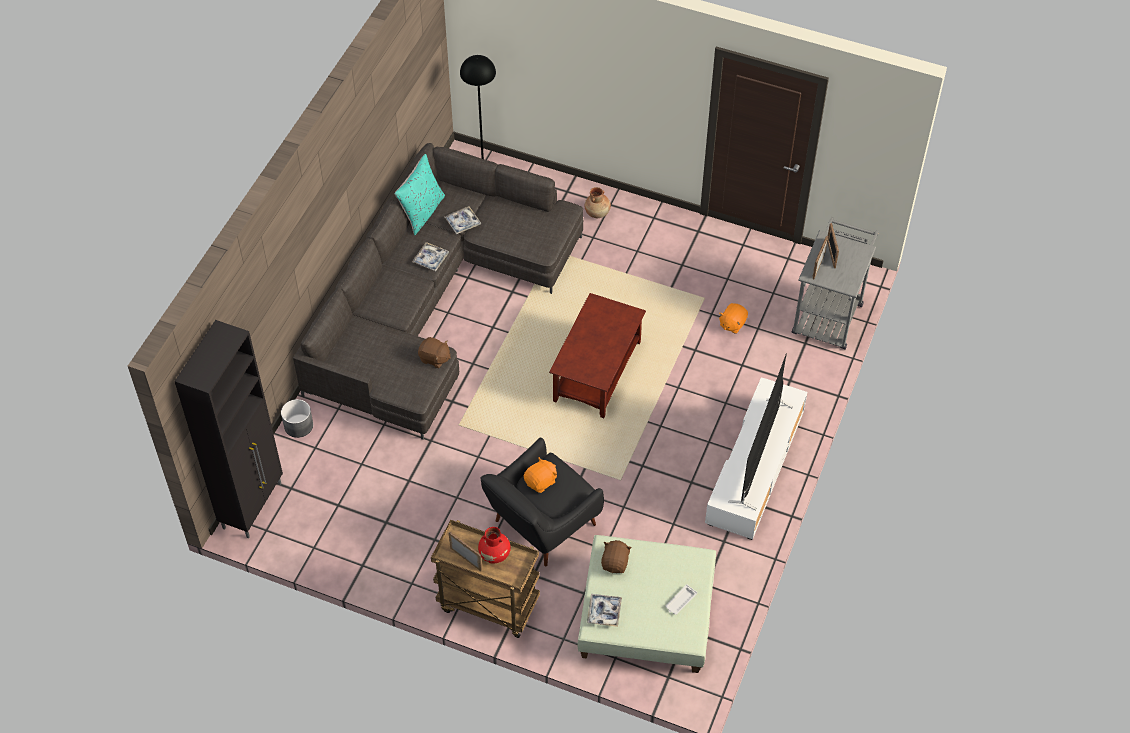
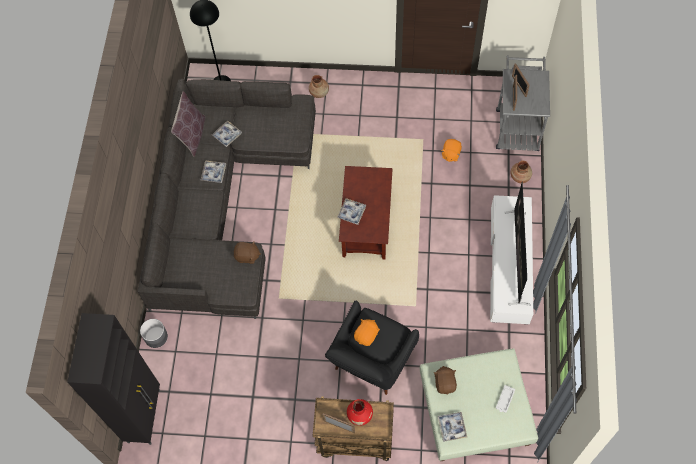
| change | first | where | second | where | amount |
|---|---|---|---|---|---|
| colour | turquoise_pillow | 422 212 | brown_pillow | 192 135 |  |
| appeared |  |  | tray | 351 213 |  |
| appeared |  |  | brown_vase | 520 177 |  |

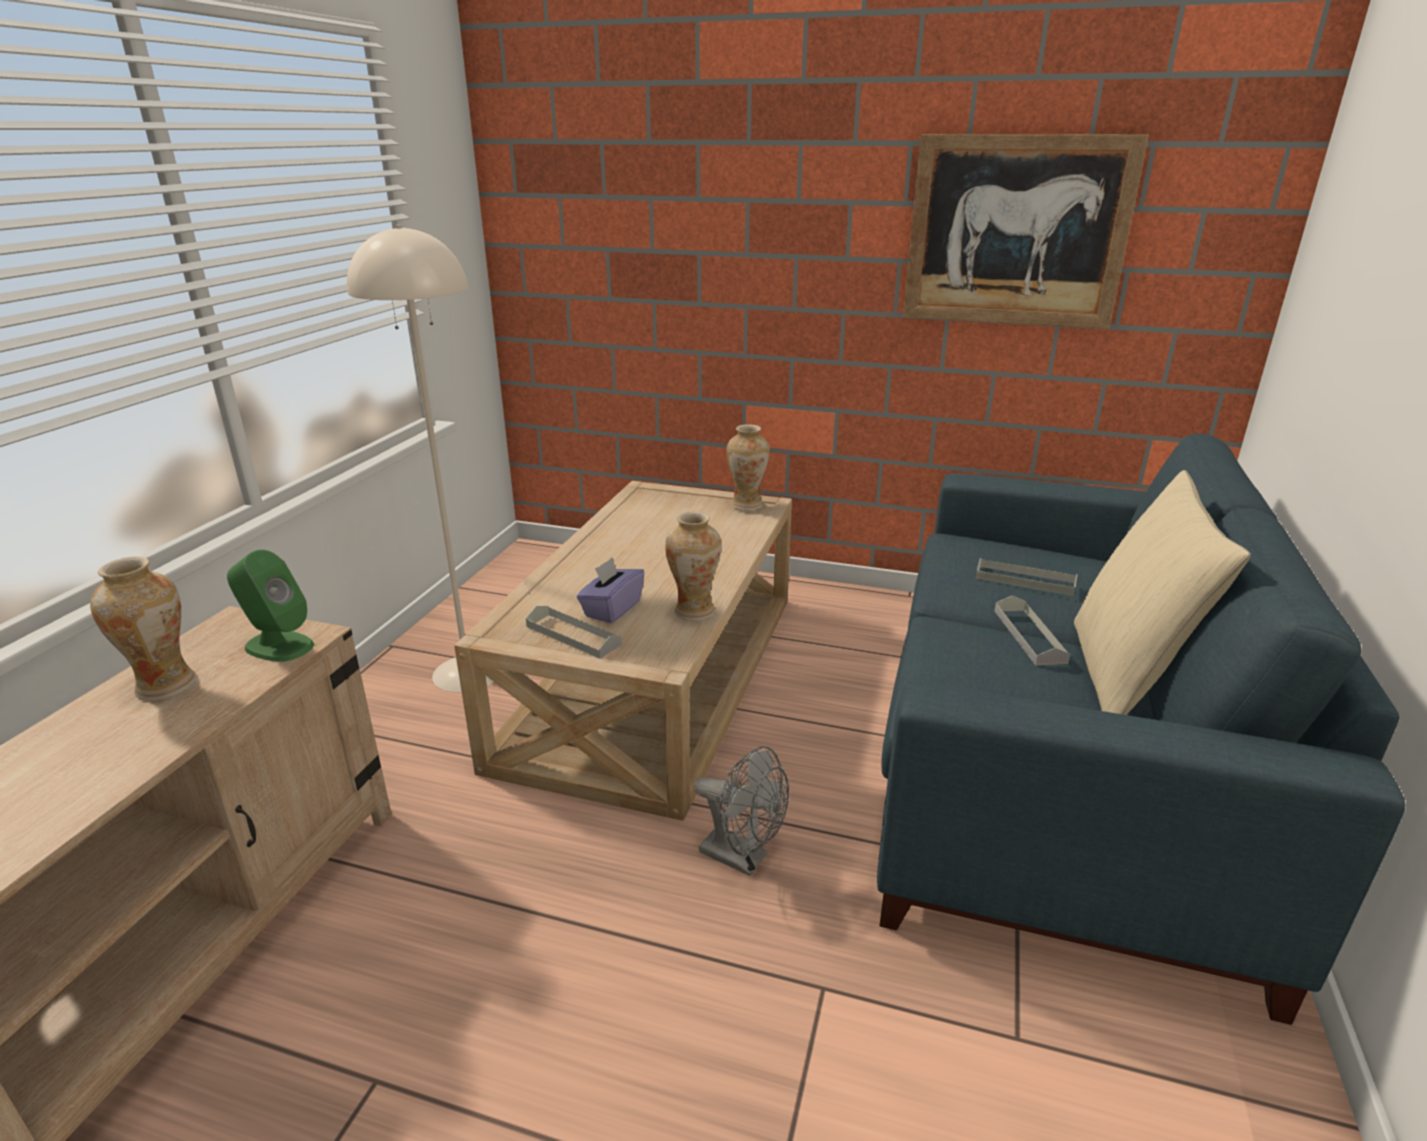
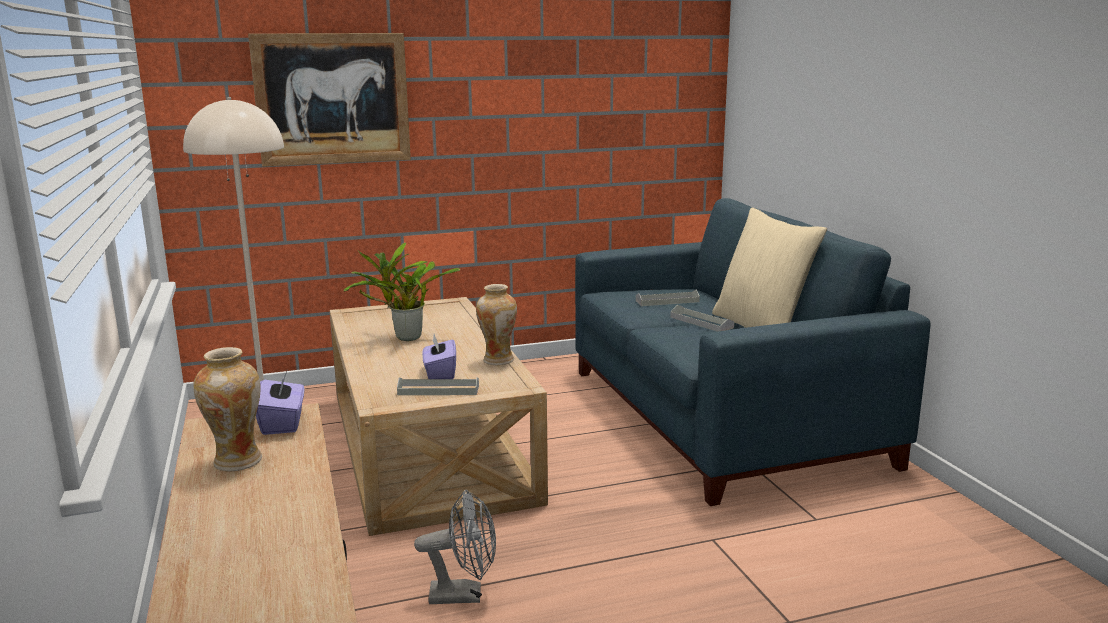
| change | first | where | second | where | amount |
|---|---|---|---|---|---|
| relocated | picture | 1016 232 |  | 332 99 |  |
| exchanged | green_speaker | 278 646 | purple_tissue_box | 283 423 |  |
| appeared |  |  | potted_plant | 404 338 |  |
| relocated | grey_fan | 743 858 |  | 464 594 |  |
| missing | vase | 746 505 |  |  |  |

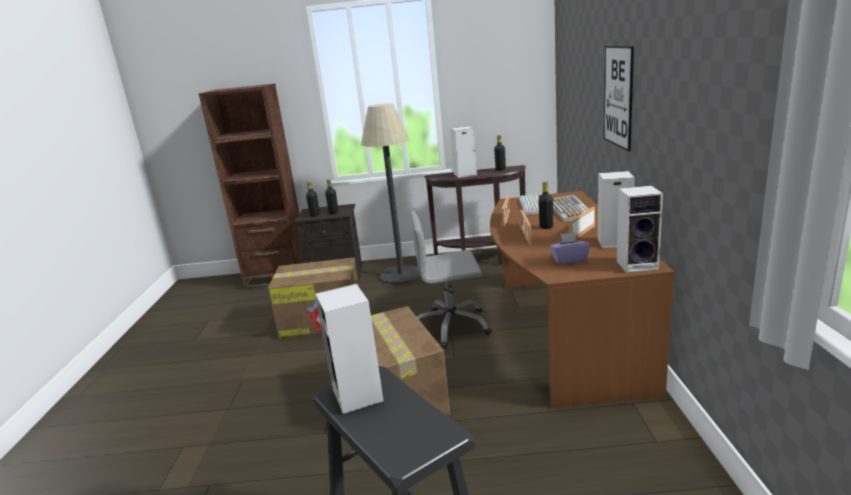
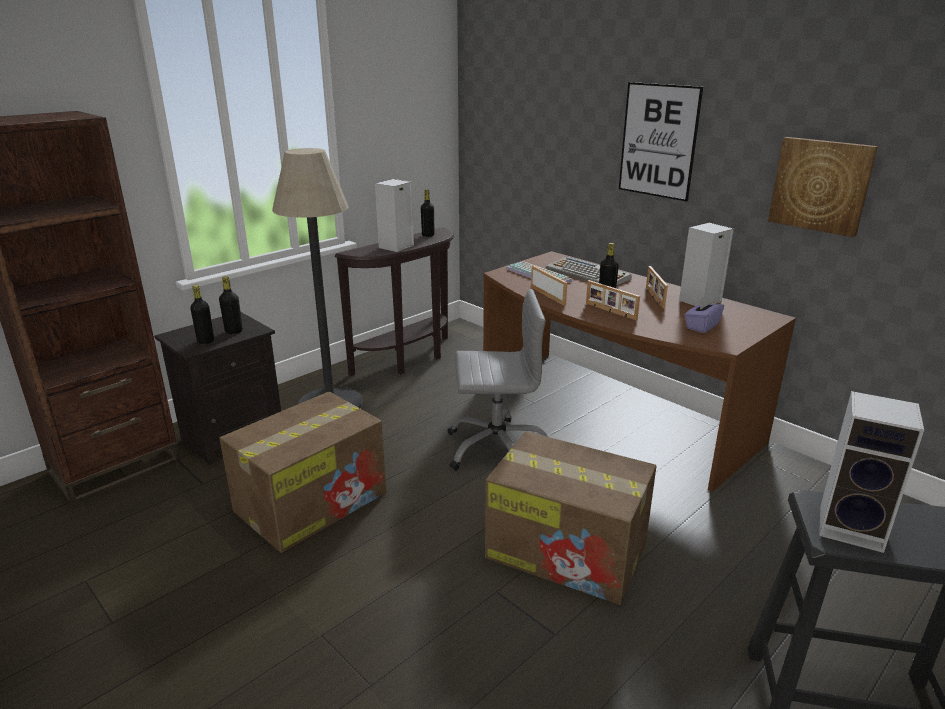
| change | first | where | second | where | amount |
|---|---|---|---|---|---|
| spun | grey_office_chair | 451 327 |  | 497 448 | 135 degrees counterclockwise |
| appeared |  |  | picture | 821 185 |  |
| missing | speaker | 638 265 |  |  |  |

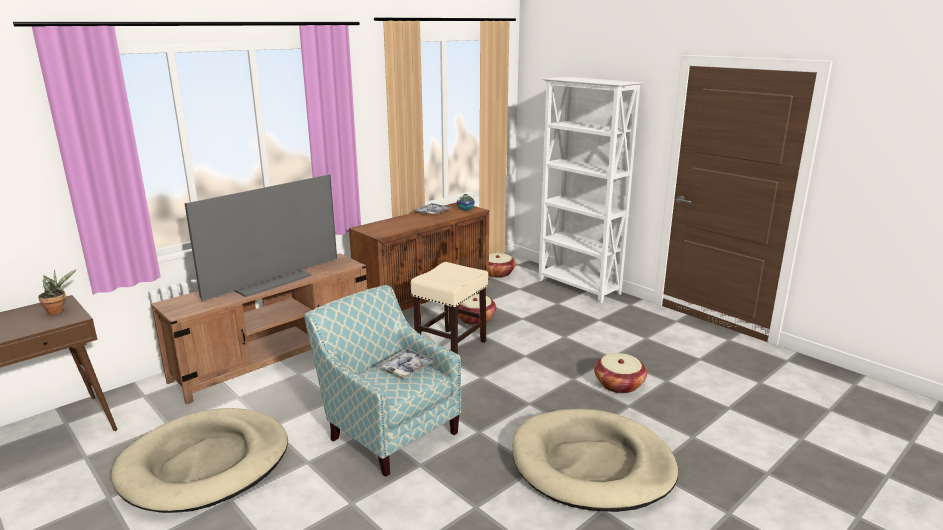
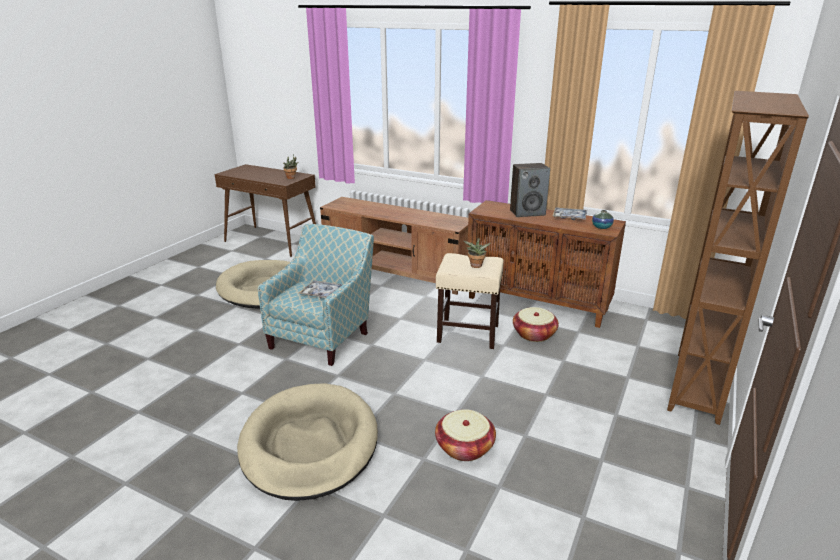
| change | first | where | second | where | amount |
|---|---|---|---|---|---|
| appeared |  |  | potted_plant | 475 266 |  |
| appeared |  |  | speaker | 527 212 |  |
| colour | white_bookcase | 578 287 | brown_bookcase | 695 386 |  |
| missing | television | 270 281 |  |  |  |
| missing | basket | 497 273 |  |  |  |

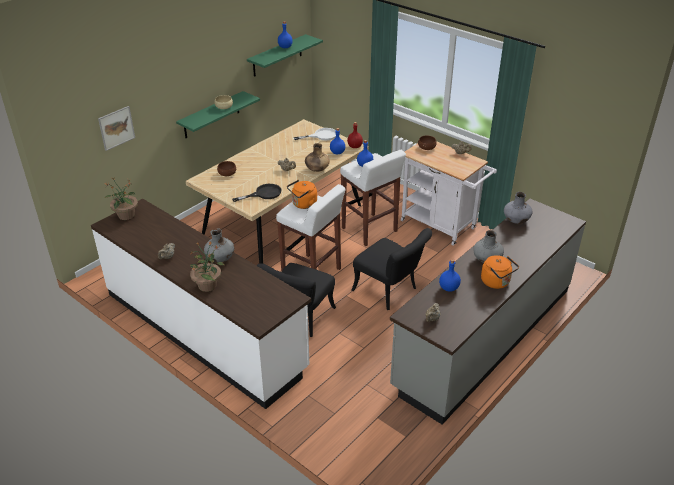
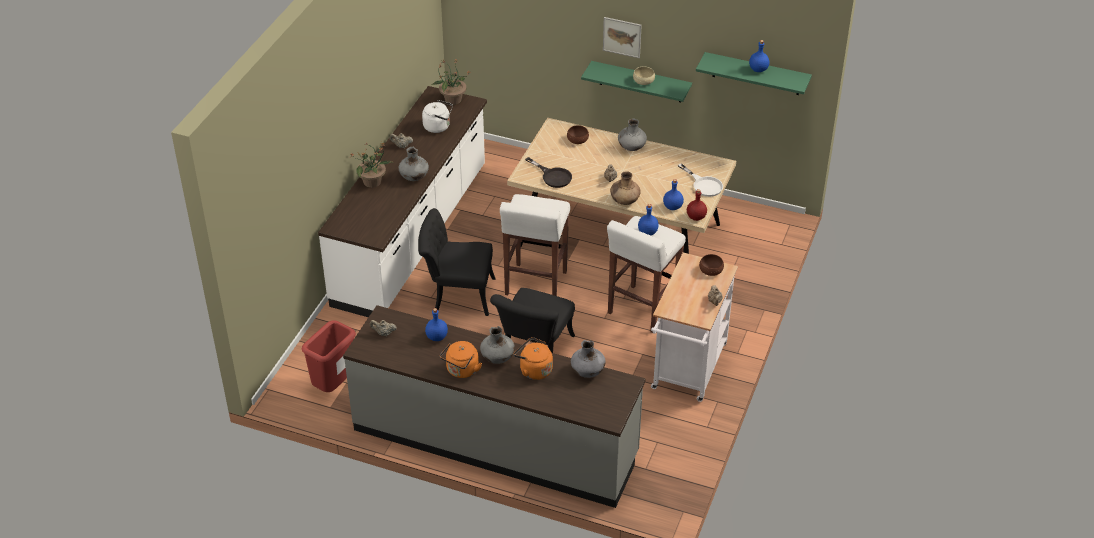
| change | first | where | second | where | amount |
|---|---|---|---|---|---|
| appeared |  |  | red_trash_can | 334 385 |  |
| appeared |  |  | white_kettle | 438 127 |  |
| relocated | orange_kettle | 303 204 |  | 534 370 |  |
| relocated | picture | 116 128 |  | 622 37 |  |
| appeared |  |  | grey_vase | 631 147 |  |

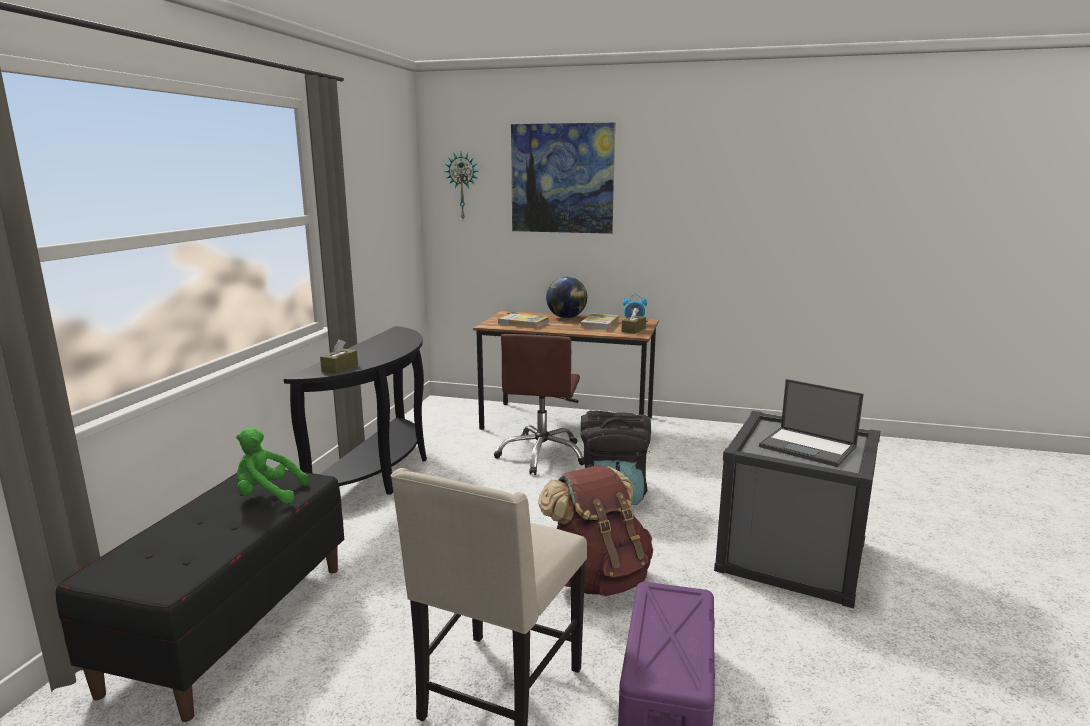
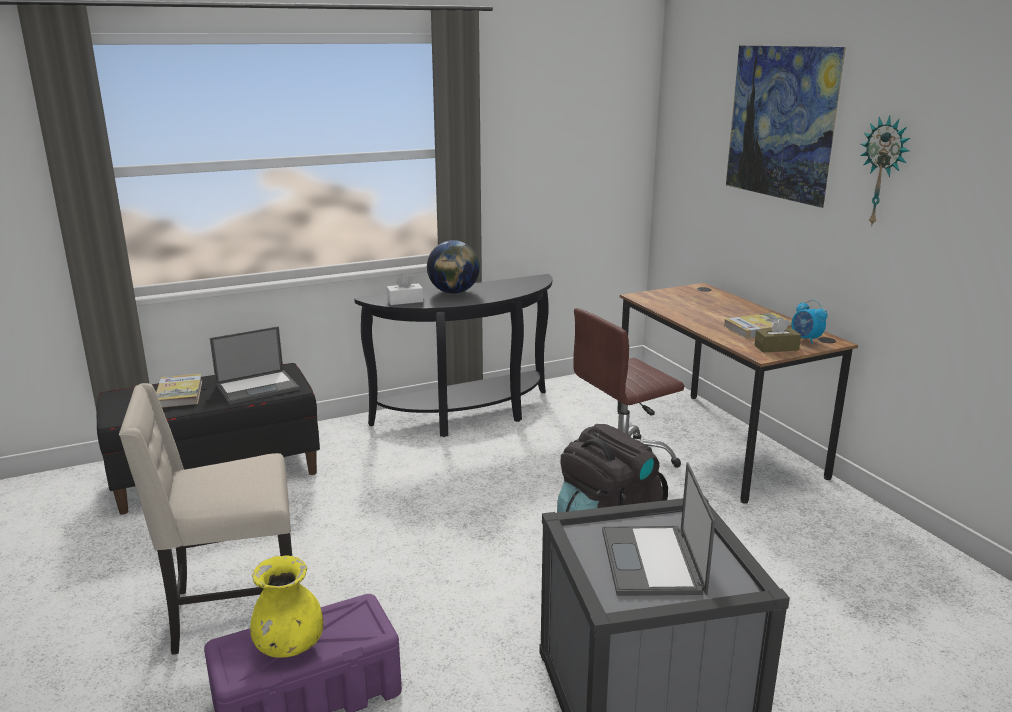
| change | first | where | second | where | amount |
|---|---|---|---|---|---|
| relocated | book | 523 323 |  | 179 394 |  |
| exchanged | green_plush_toy | 267 495 | laptop | 258 387 |  |
| appeared |  |  | yellow_vase | 289 646 |  |
| colour | brown_tissue_box | 340 368 | white_tissue_box | 405 301 |  |
| relocated | globe | 566 317 |  | 453 292 |  |
| relocated | wall_clock | 463 186 |  | 883 171 |  |
| missing | brown_backpack | 597 578 |  |  |  |

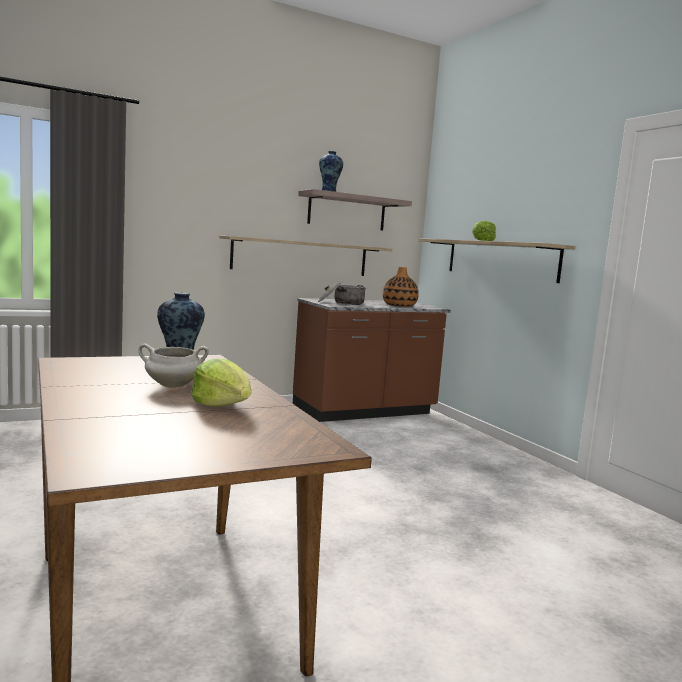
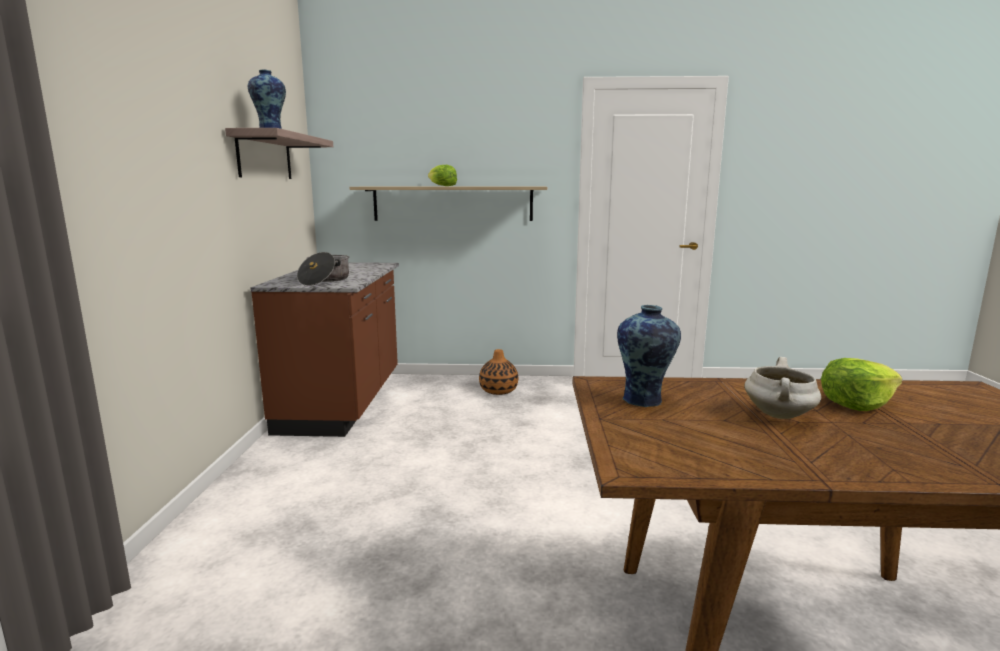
| change | first | where | second | where | amount |
|---|---|---|---|---|---|
| relocated | vase | 399 305 |  | 498 390 |  |
| missing | shelf | 301 257 |  |  |  |

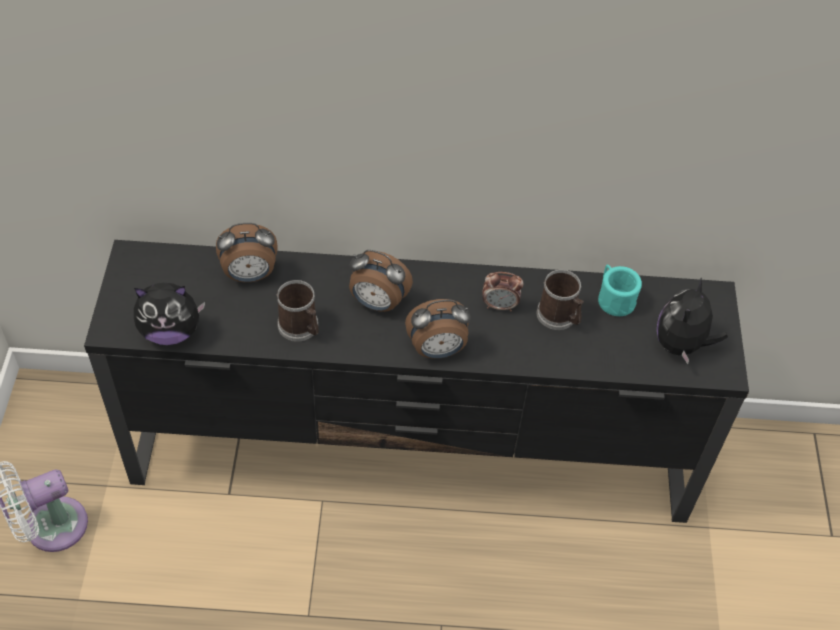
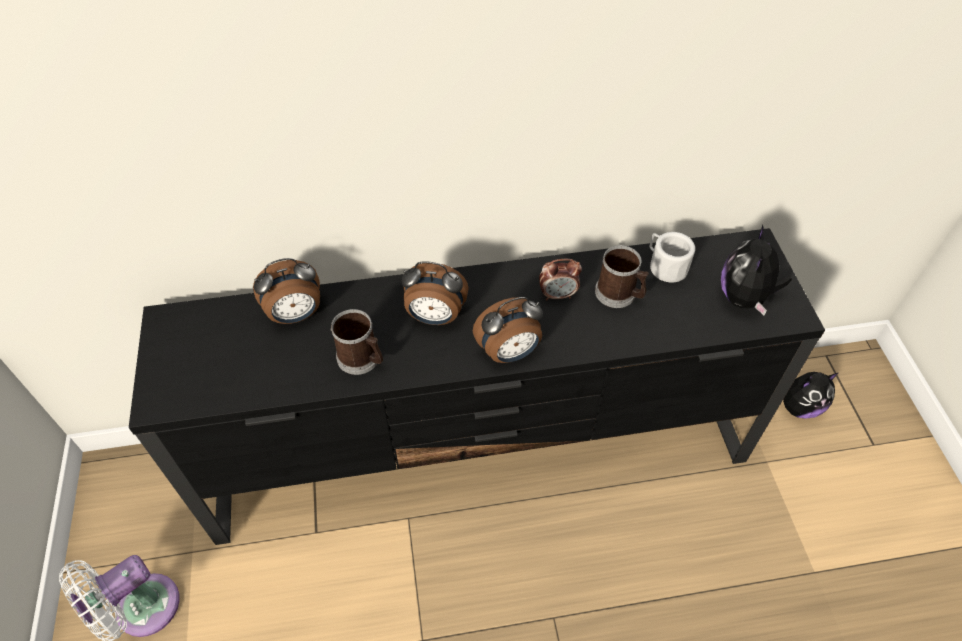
| change | first | where | second | where | amount |
|---|---|---|---|---|---|
| colour | turquoise_mug | 614 298 | white_mug | 665 266 |  |
| relocated | plush_toy | 171 332 |  | 798 406 |  |

